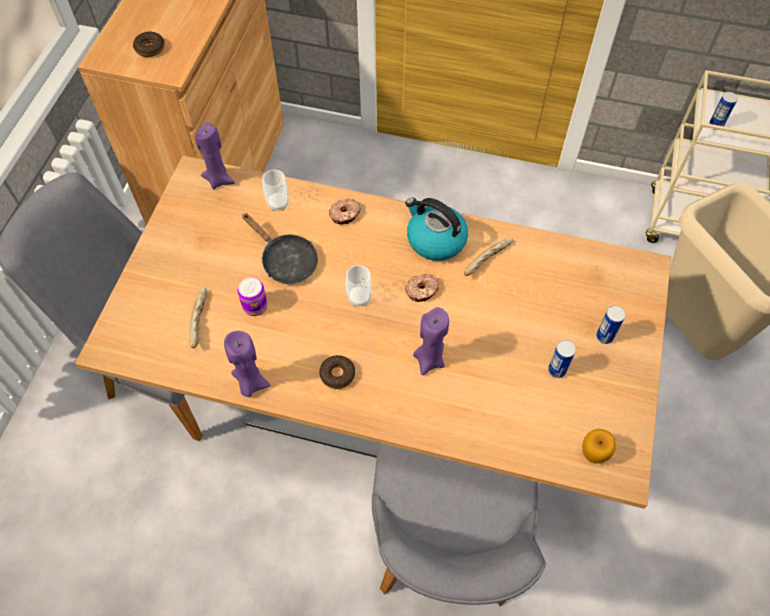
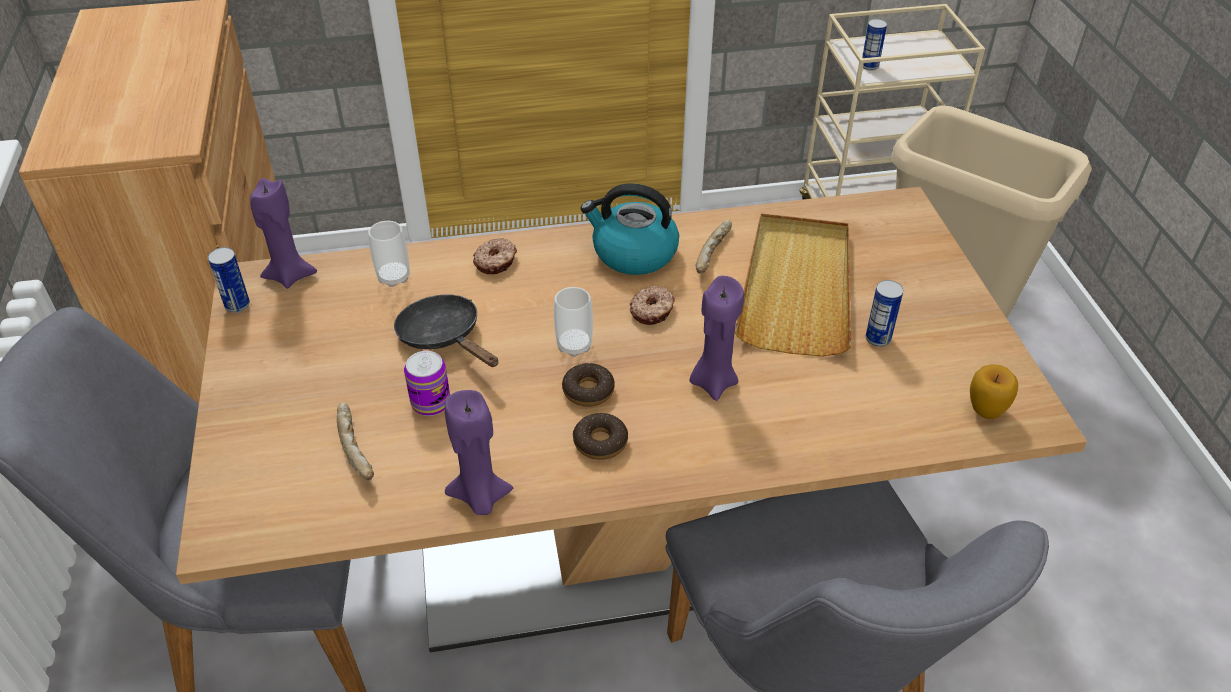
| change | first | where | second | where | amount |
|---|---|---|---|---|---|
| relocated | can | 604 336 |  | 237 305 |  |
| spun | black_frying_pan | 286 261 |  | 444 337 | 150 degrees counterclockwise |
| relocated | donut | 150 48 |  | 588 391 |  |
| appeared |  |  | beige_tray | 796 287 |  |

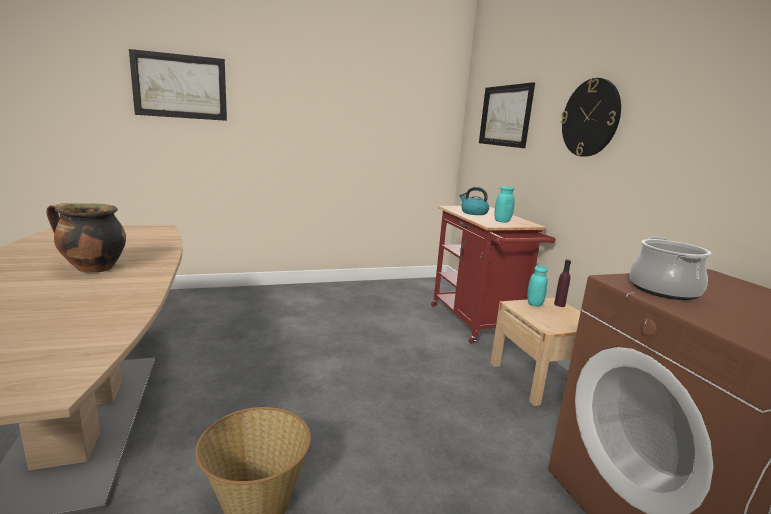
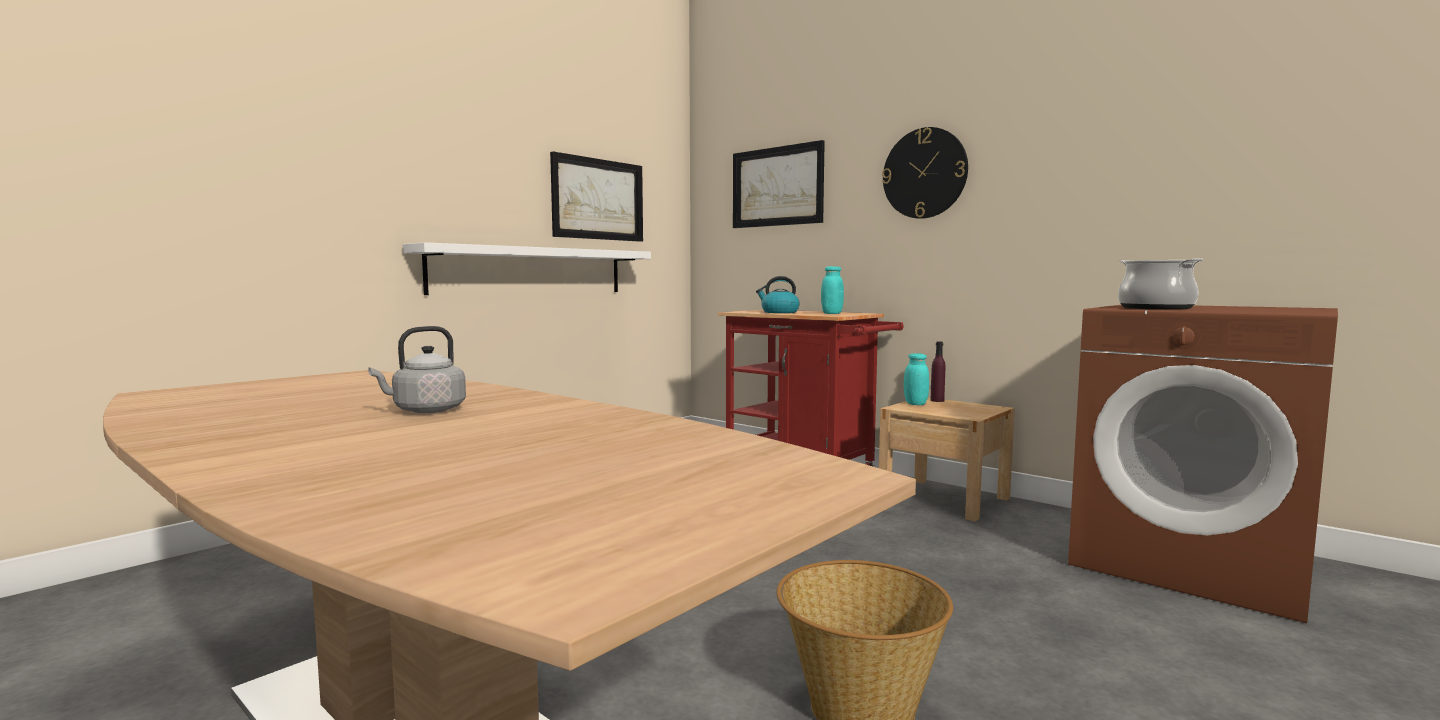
| change | first | where | second | where | amount |
|---|---|---|---|---|---|
| exchanged | cooking_pot | 93 268 | grey_kettle | 425 410 |  |
| appeared |  |  | white_shelf | 531 271 |  |
| relocated | picture | 180 86 |  | 598 199 |  |

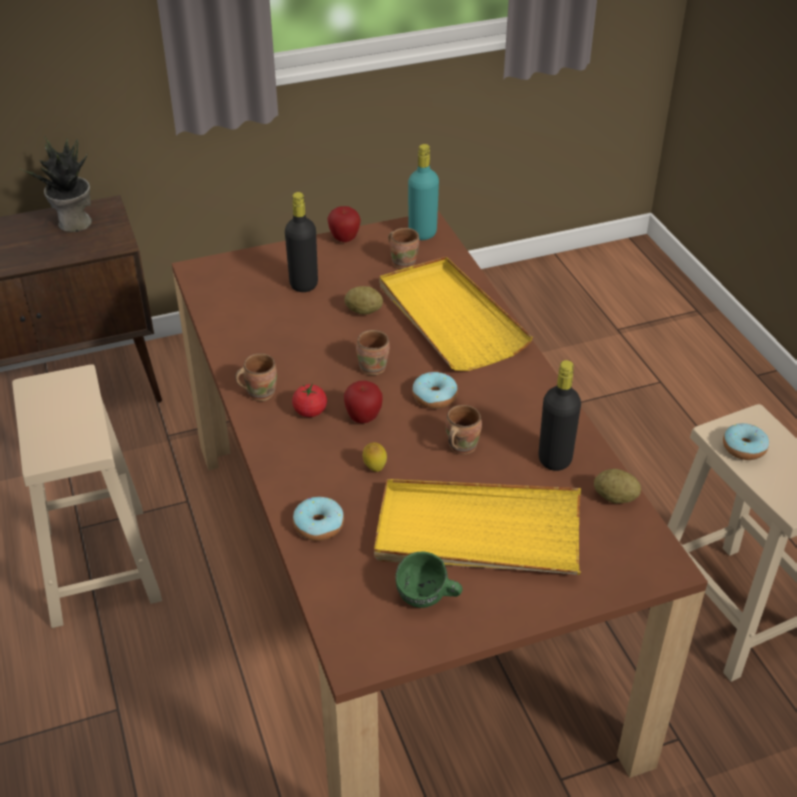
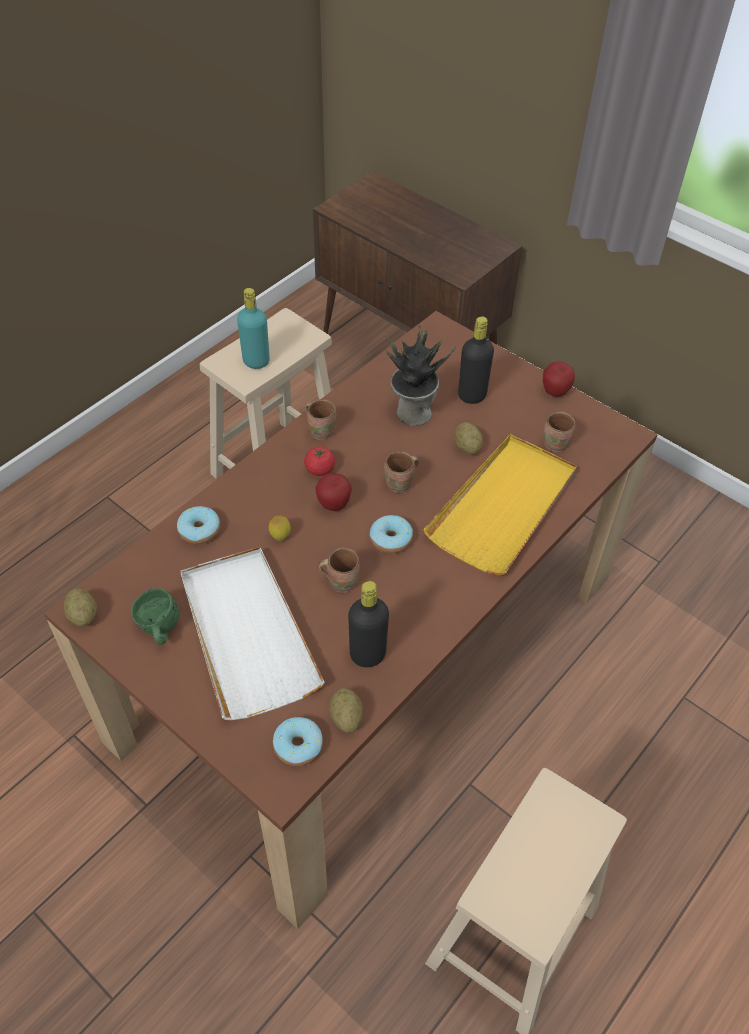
| change | first | where | second | where | amount |
|---|---|---|---|---|---|
| appeared |  |  | potato | 83 615 |  |
| colour | yellow_tray | 478 533 | white_tray | 247 633 |  |
| relocated | turquoise_bottle | 422 233 |  | 256 361 |  |
| relocated | donut | 744 448 |  | 298 746 |  |
| relocated | potted_plant | 74 223 |  | 412 412 |  |

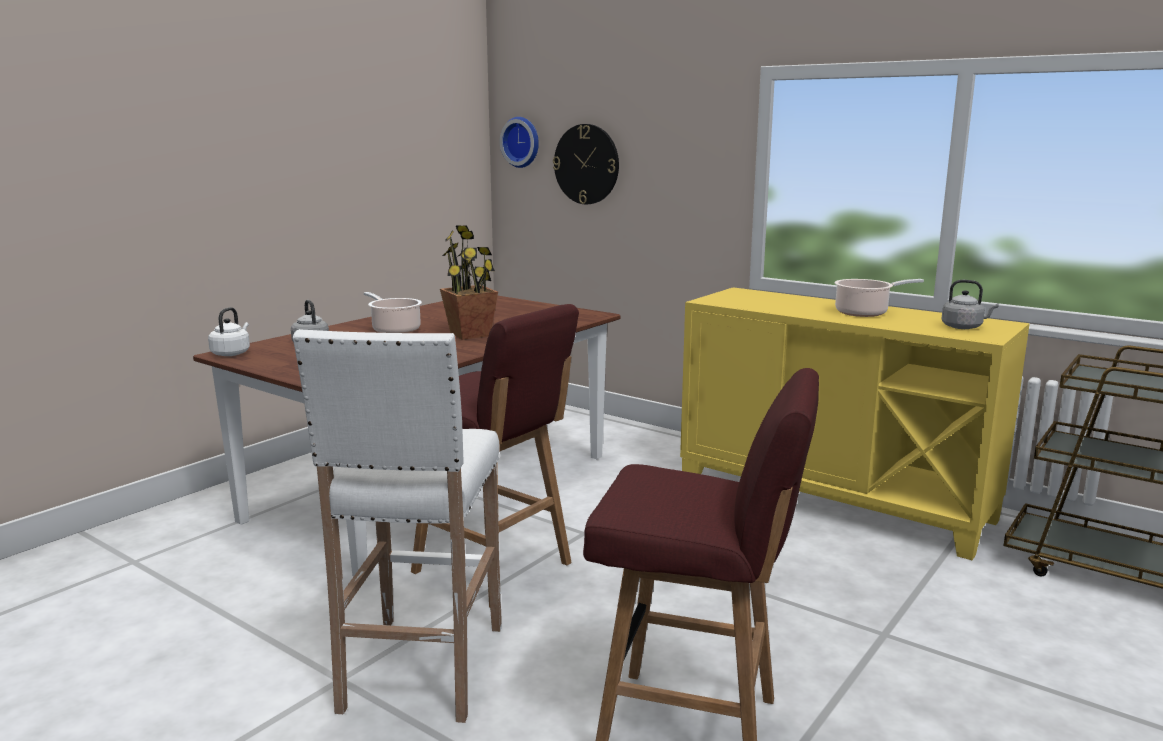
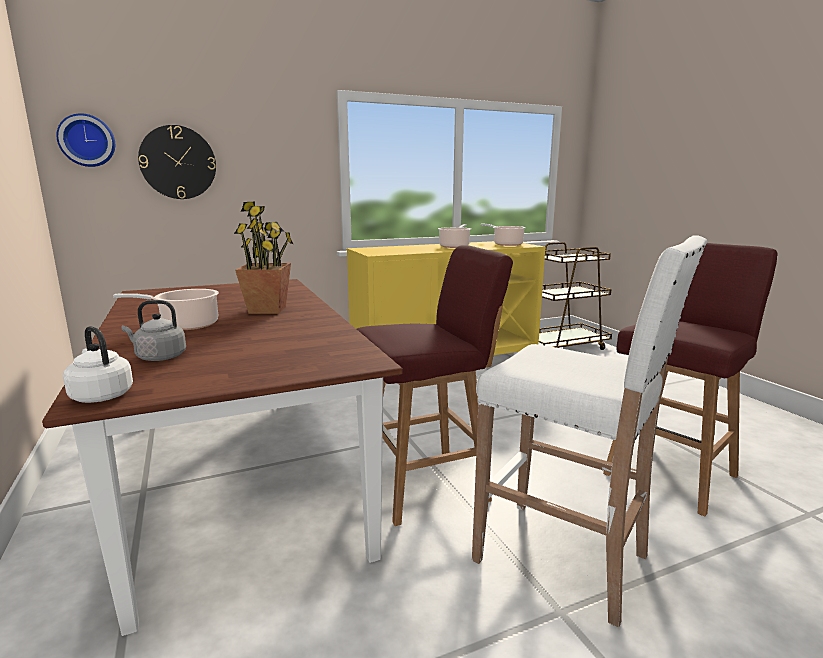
| change | first | where | second | where | amount |
|---|---|---|---|---|---|
| exchanged | grey_kettle | 964 327 | cooking_pot | 506 244 |  |

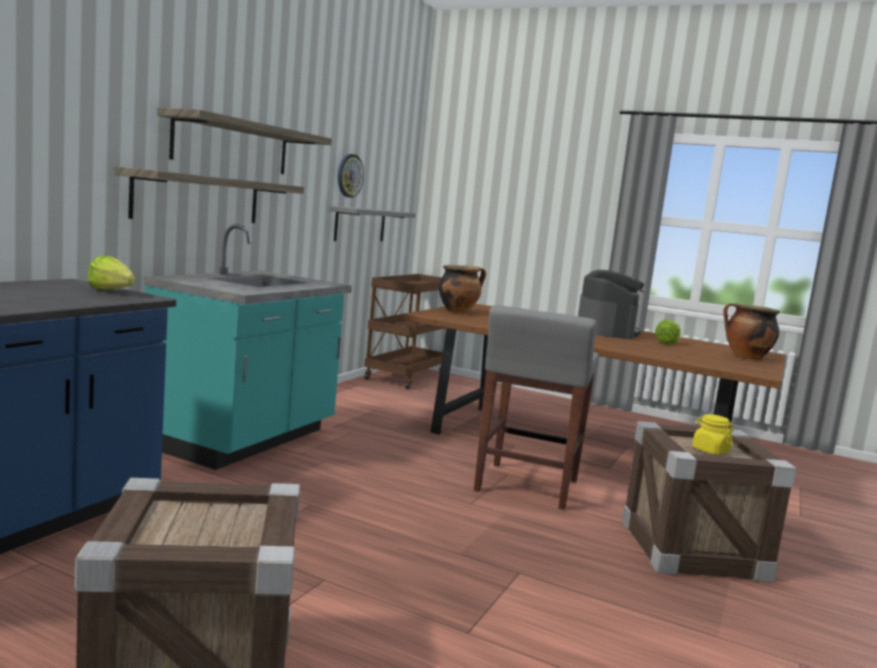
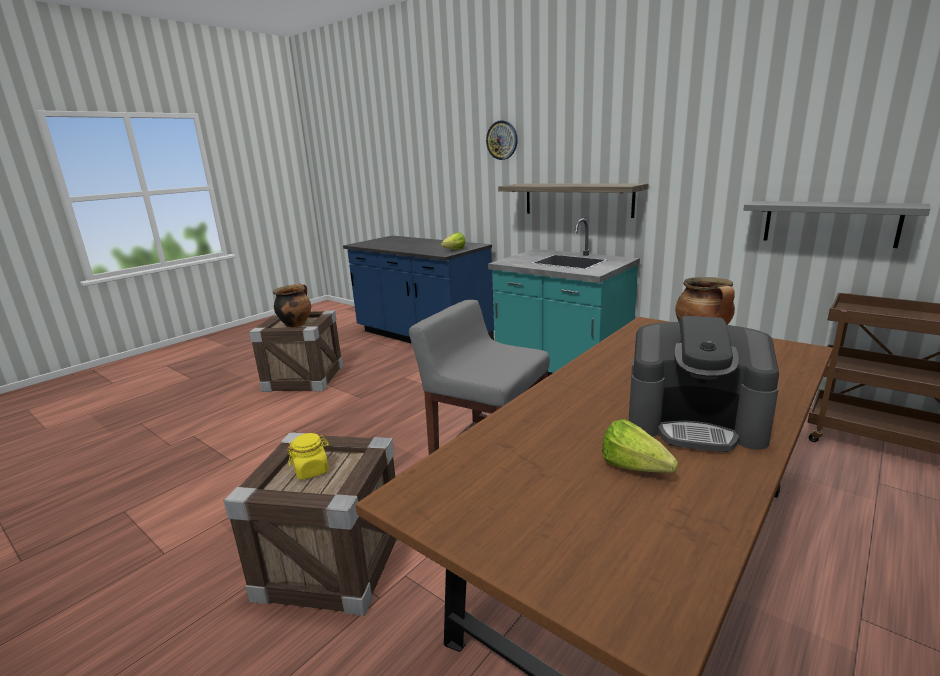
| change | first | where | second | where | amount |
|---|---|---|---|---|---|
| relocated | cooking_pot | 746 357 |  | 296 324 |  |
| relocated | wall_clock | 349 175 |  | 502 140 |  |
| missing | shelf | 232 145 |  |  |  |

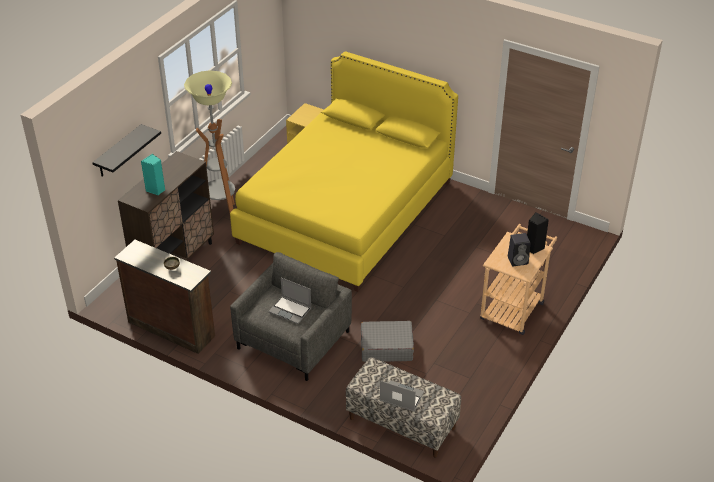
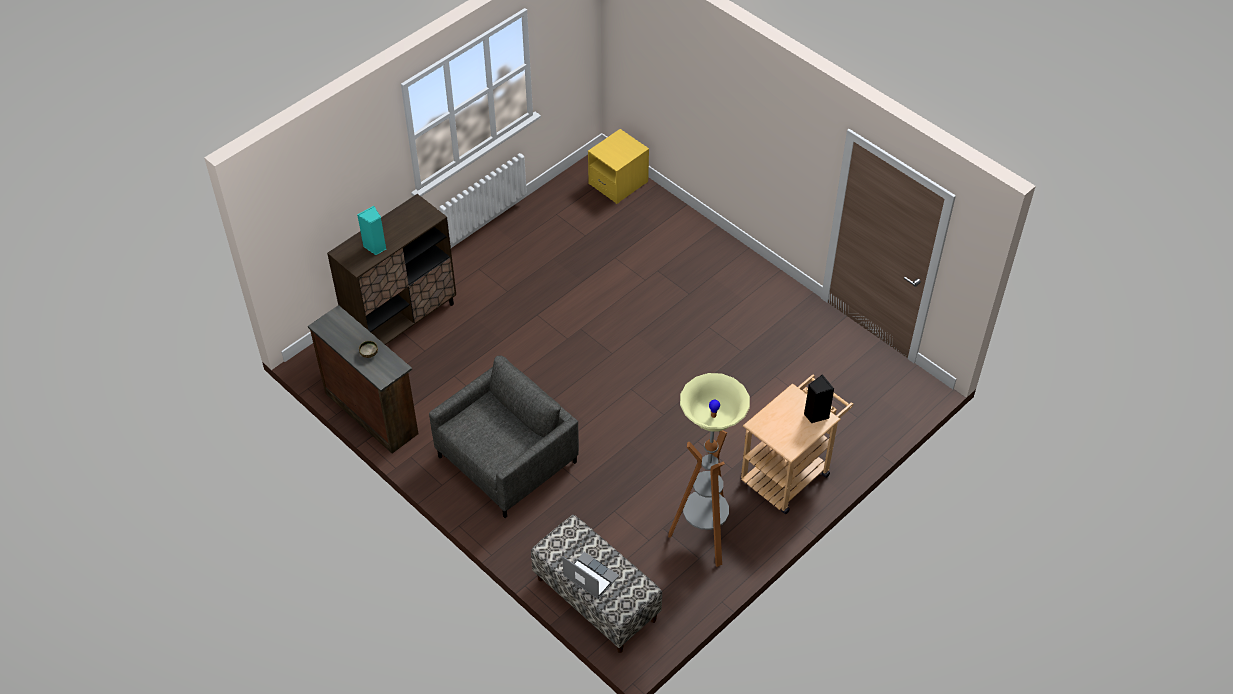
| change | first | where | second | where | amount |
|---|---|---|---|---|---|
| relocated | floor_lamp | 222 217 |  | 703 538 |  |
| missing | black_shelf | 118 152 |  |  |  |
| missing | yellow_bed | 346 212 |  |  |  |
| missing | laptop | 291 310 |  |  |  |
| missing | grey_suitcase | 386 347 |  |  |  |
| missing | black_speaker | 518 260 |  |  |  |

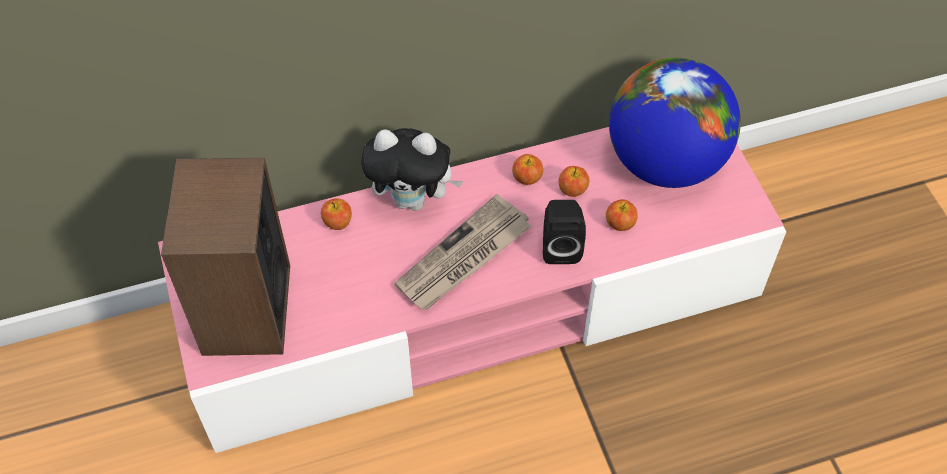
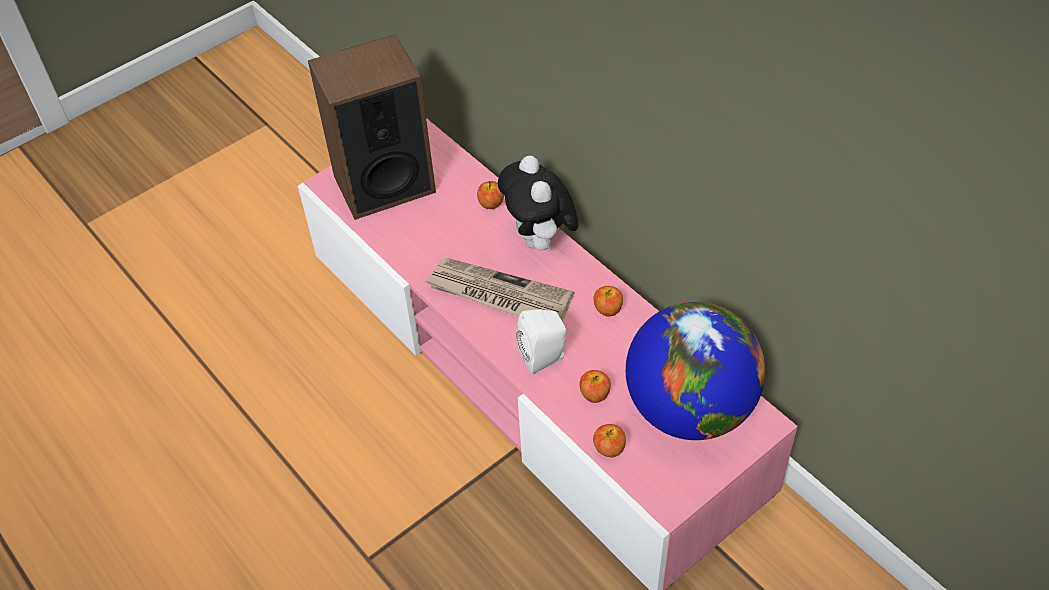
| change | first | where | second | where | amount |
|---|---|---|---|---|---|
| colour | black_speaker | 560 246 | white_speaker | 545 358 |  |
| relocated | apple | 572 190 |  | 609 448 |  |

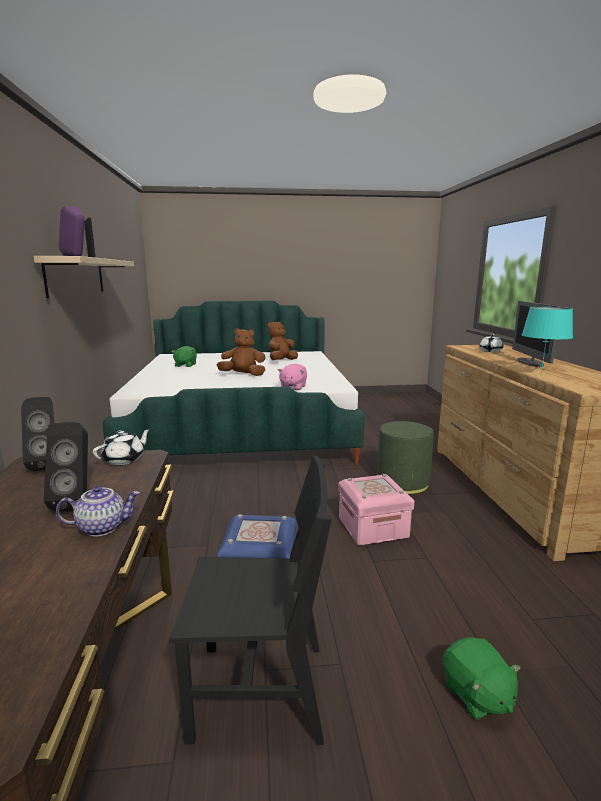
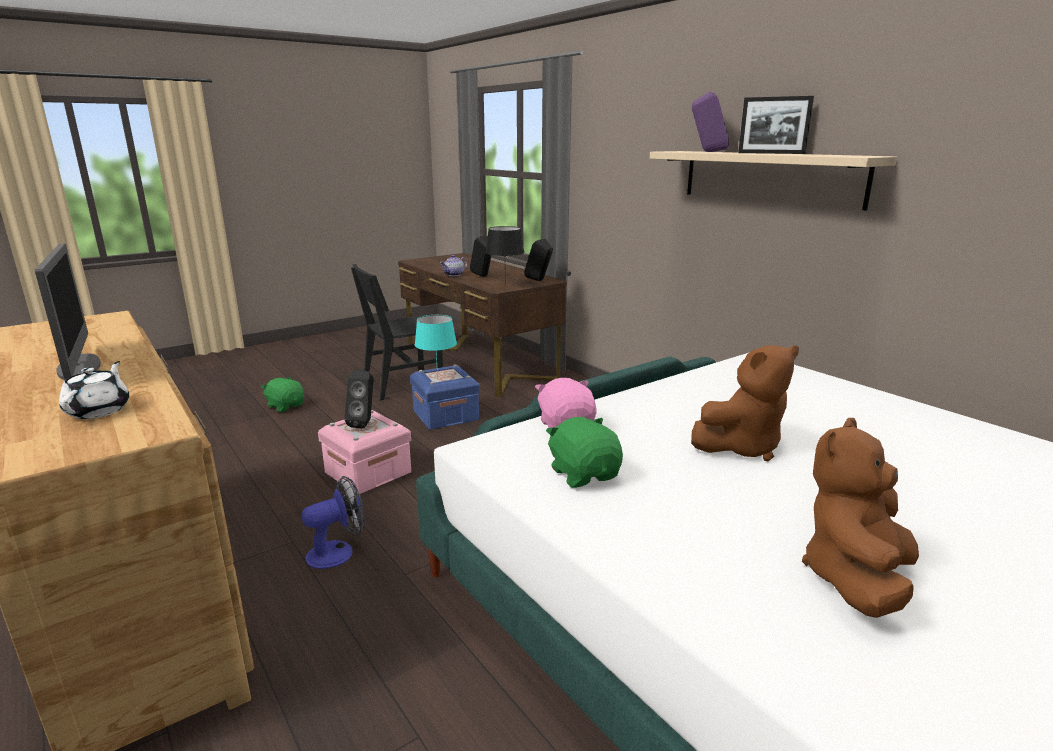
| change | first | where | second | where | amount |
|---|---|---|---|---|---|
| exchanged | green_ottoman | 403 483 | fan | 338 552 |  |
| appeared |  |  | black_speaker | 364 423 |  |
| relocated | turquoise_table_lamp | 541 376 |  | 437 379 |  |
| exchanged | white_teapot | 124 459 | black_table_lamp | 505 287 |  |
| relocated | green_plush_toy | 185 365 |  | 584 474 |  |
| spun | brown_plush_toy | 281 361 |  | 855 580 | 150 degrees counterclockwise |

